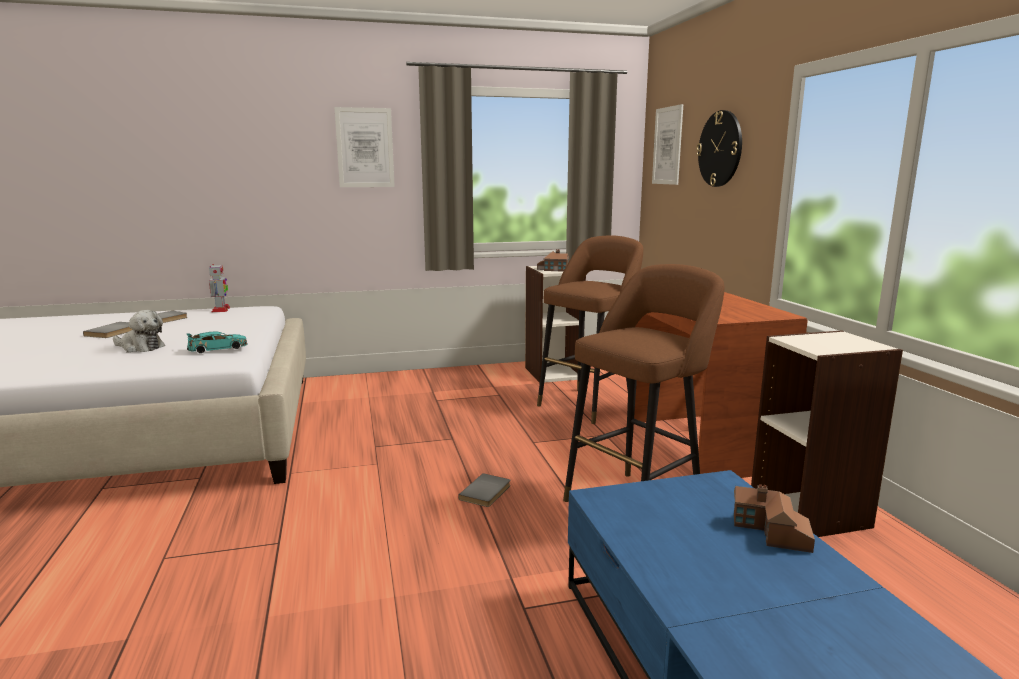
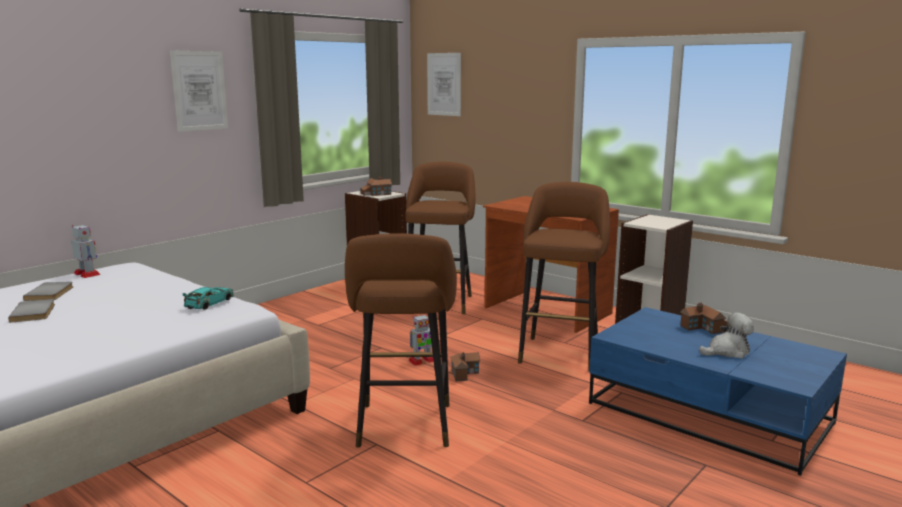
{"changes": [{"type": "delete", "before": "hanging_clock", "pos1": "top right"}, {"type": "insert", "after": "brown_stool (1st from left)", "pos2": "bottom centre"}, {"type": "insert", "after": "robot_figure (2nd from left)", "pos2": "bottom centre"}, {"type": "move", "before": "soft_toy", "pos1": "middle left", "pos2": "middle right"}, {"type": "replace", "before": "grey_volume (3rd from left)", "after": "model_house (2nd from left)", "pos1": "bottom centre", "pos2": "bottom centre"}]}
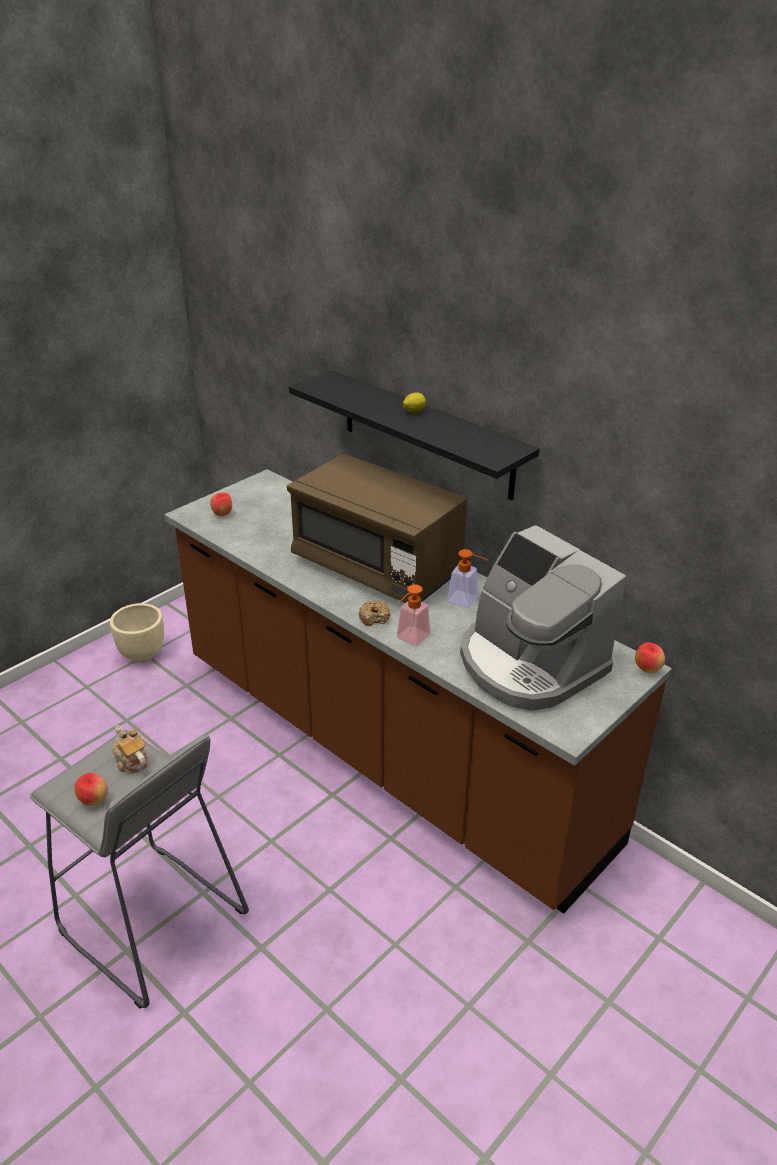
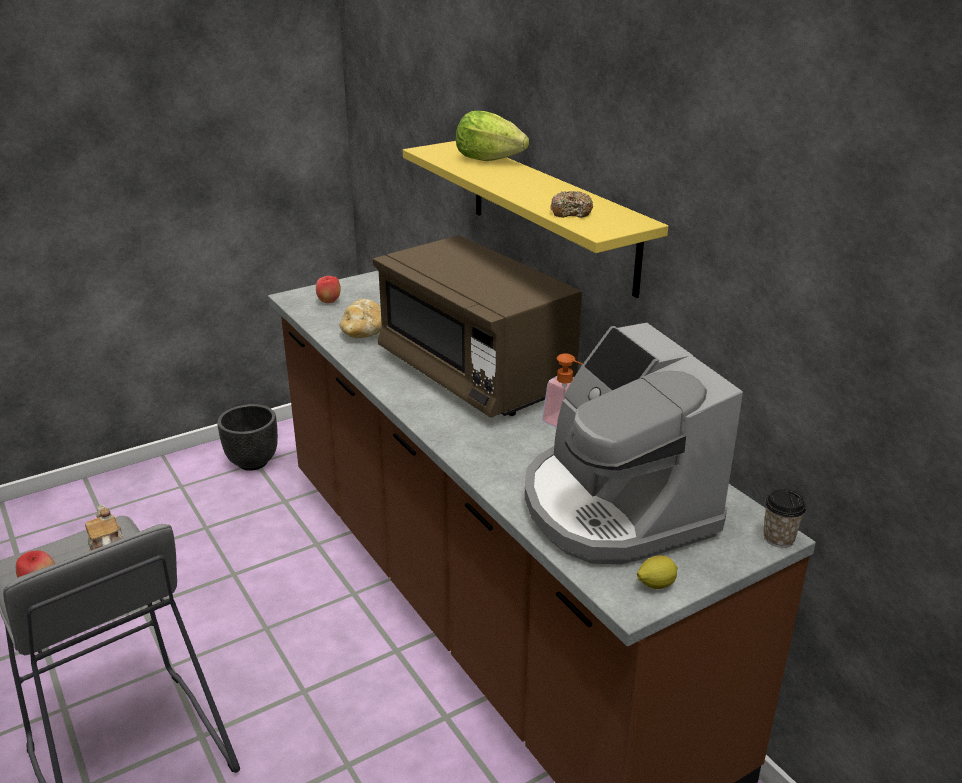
{"changes": [{"type": "delete", "before": "liquid_soap_bottle (1st from left)", "pos1": "centre"}, {"type": "insert", "after": "bread", "pos2": "centre"}, {"type": "insert", "after": "lettuce", "pos2": "top centre"}, {"type": "move", "before": "doughnut", "pos1": "centre", "pos2": "top centre"}, {"type": "move", "before": "lemon", "pos1": "centre", "pos2": "bottom right"}, {"type": "replace", "before": "apple (3rd from left)", "after": "drinking_cup", "pos1": "middle right", "pos2": "middle right"}, {"type": "recolor", "before": "beige-coloured_planter", "after": "blackish_planter", "pos1": "middle left", "pos2": "middle left"}, {"type": "recolor", "before": "blackish_shelf", "after": "yellowish_shelf", "pos1": "centre", "pos2": "top centre"}]}
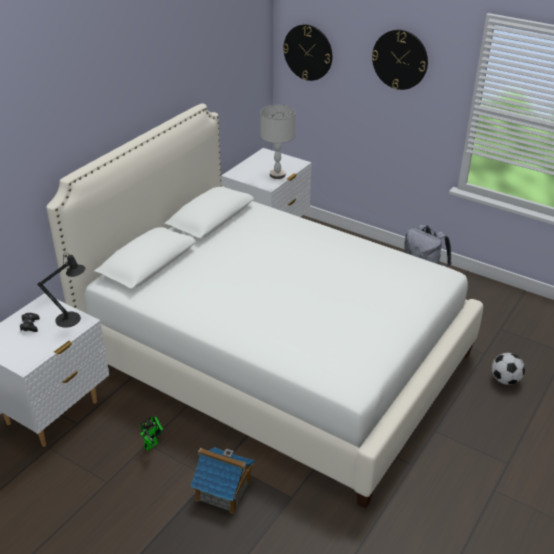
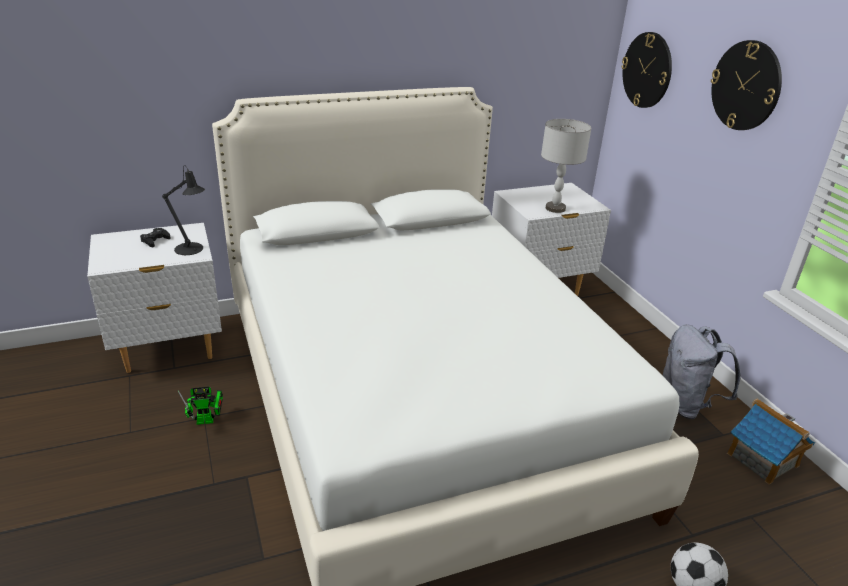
{"changes": [{"type": "move", "before": "model_house", "pos1": "bottom centre", "pos2": "bottom right"}]}
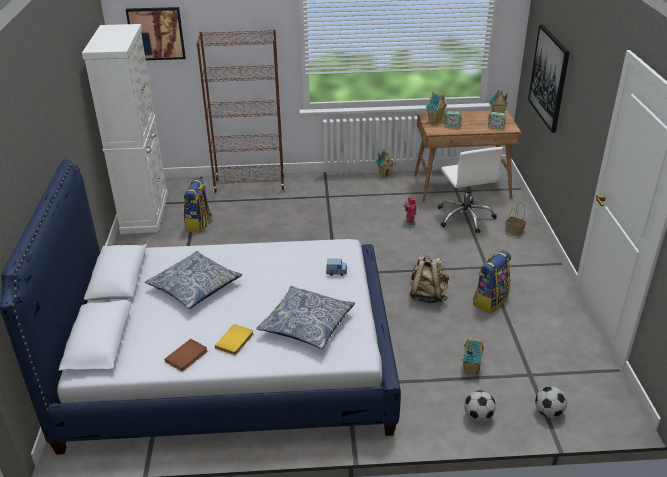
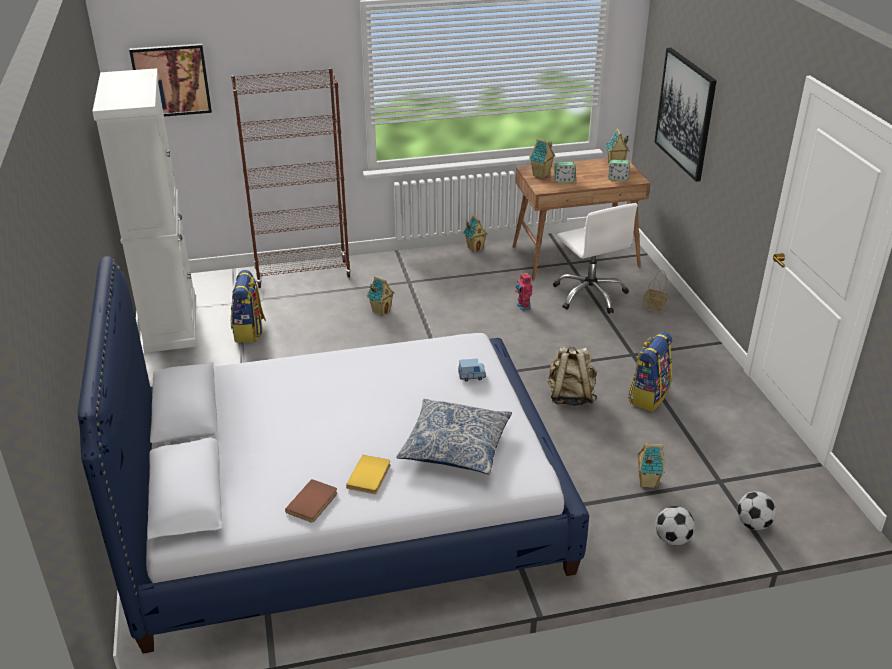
{"changes": [{"type": "delete", "before": "cushion (1st from left)", "pos1": "middle left"}, {"type": "insert", "after": "model_house (1st from left)", "pos2": "centre"}]}
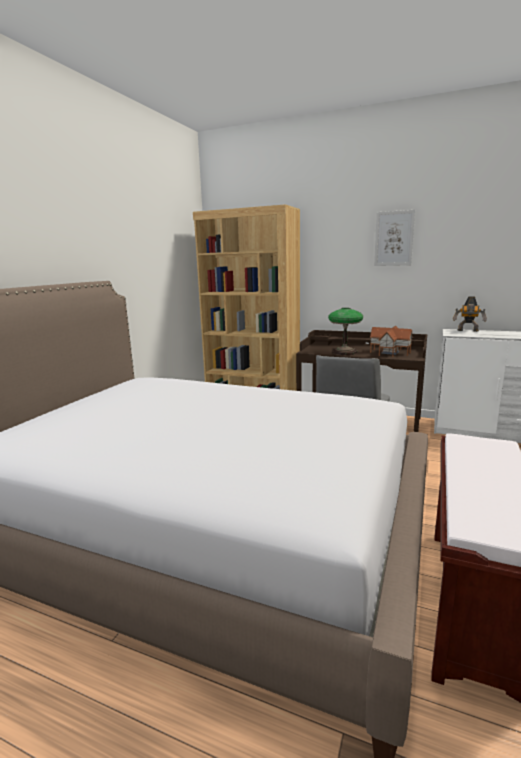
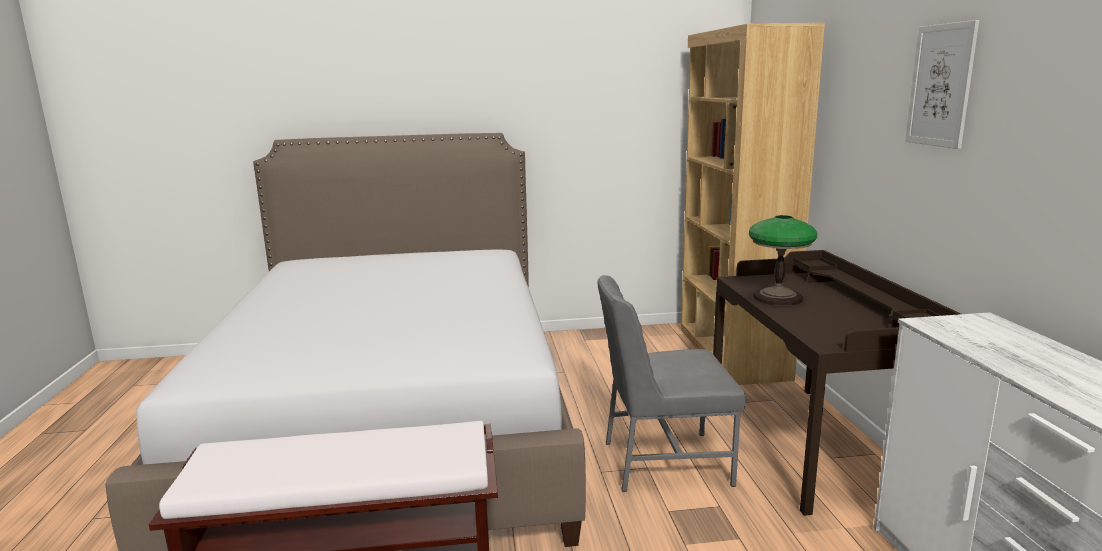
{"changes": [{"type": "delete", "before": "model_house", "pos1": "middle right"}, {"type": "delete", "before": "robot_figure", "pos1": "middle right"}]}
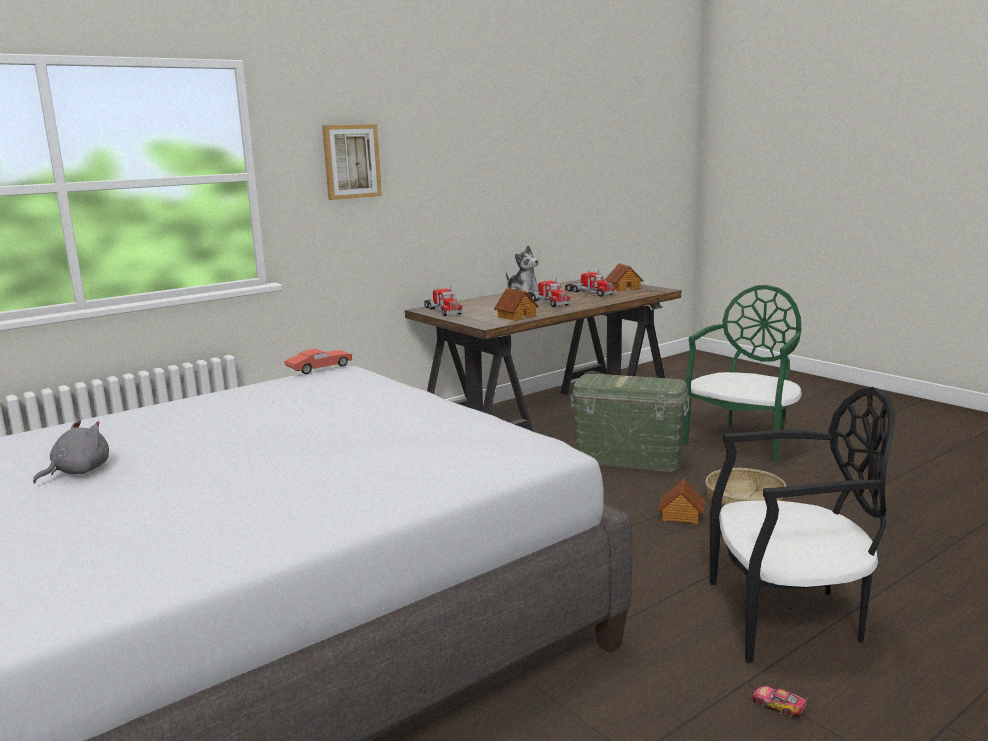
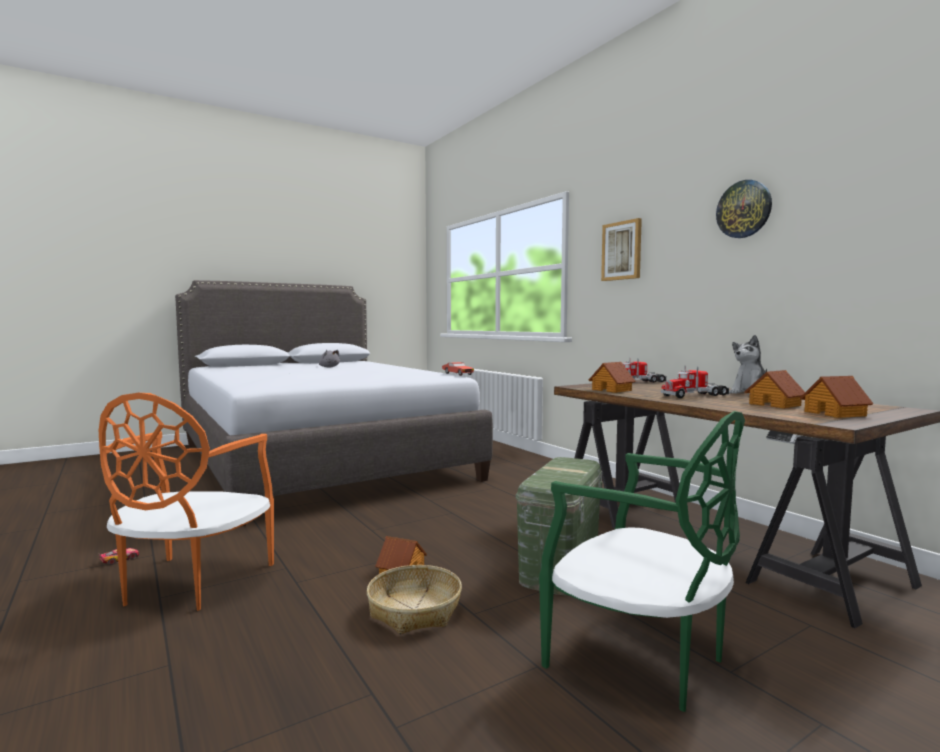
{"changes": [{"type": "insert", "after": "hanging_clock", "pos2": "top right"}, {"type": "replace", "before": "toy_truck (3rd from left)", "after": "model_house (3rd from left)", "pos1": "centre", "pos2": "middle right"}, {"type": "recolor", "before": "blackish_plain_chair", "after": "orange-coloured_plain_chair", "pos1": "bottom right", "pos2": "bottom left"}]}
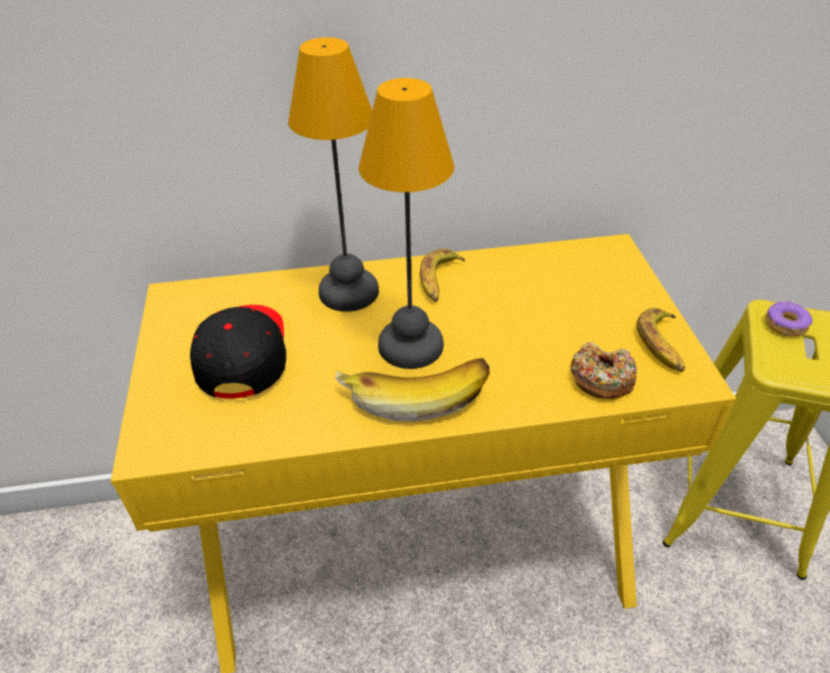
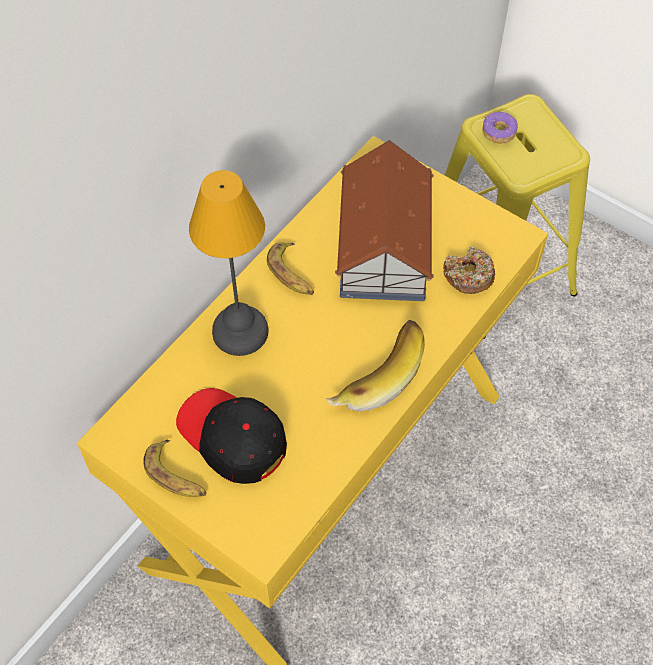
{"changes": [{"type": "delete", "before": "table_lamp (2nd from left)", "pos1": "top centre"}, {"type": "insert", "after": "model_house", "pos2": "top centre"}, {"type": "move", "before": "whole_banana (3rd from left in the first image)", "after": "whole_banana (1st from left)", "pos1": "middle right", "pos2": "bottom left"}]}
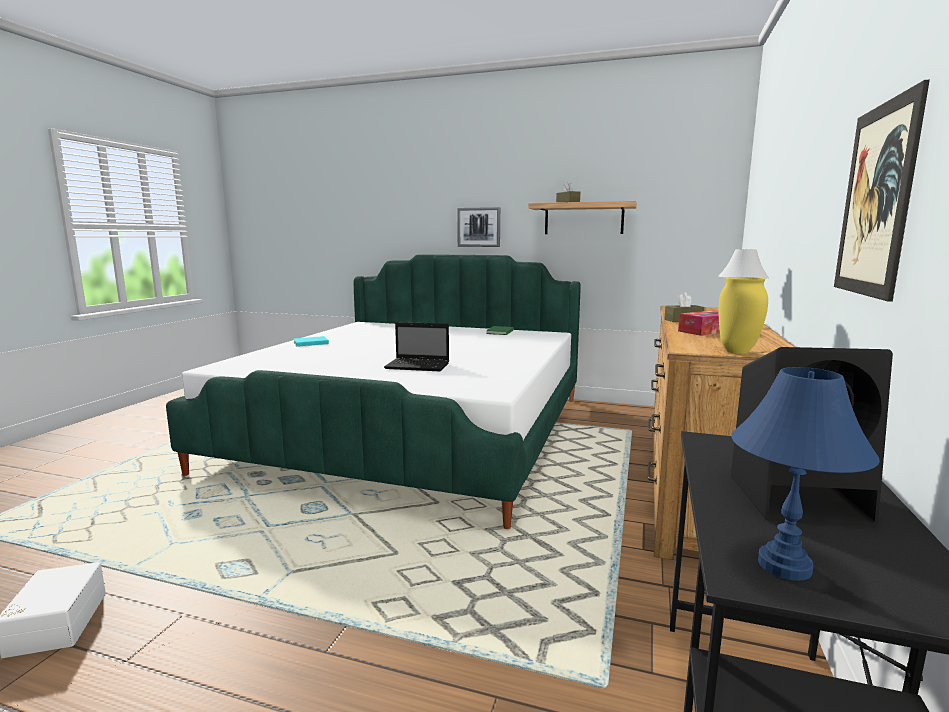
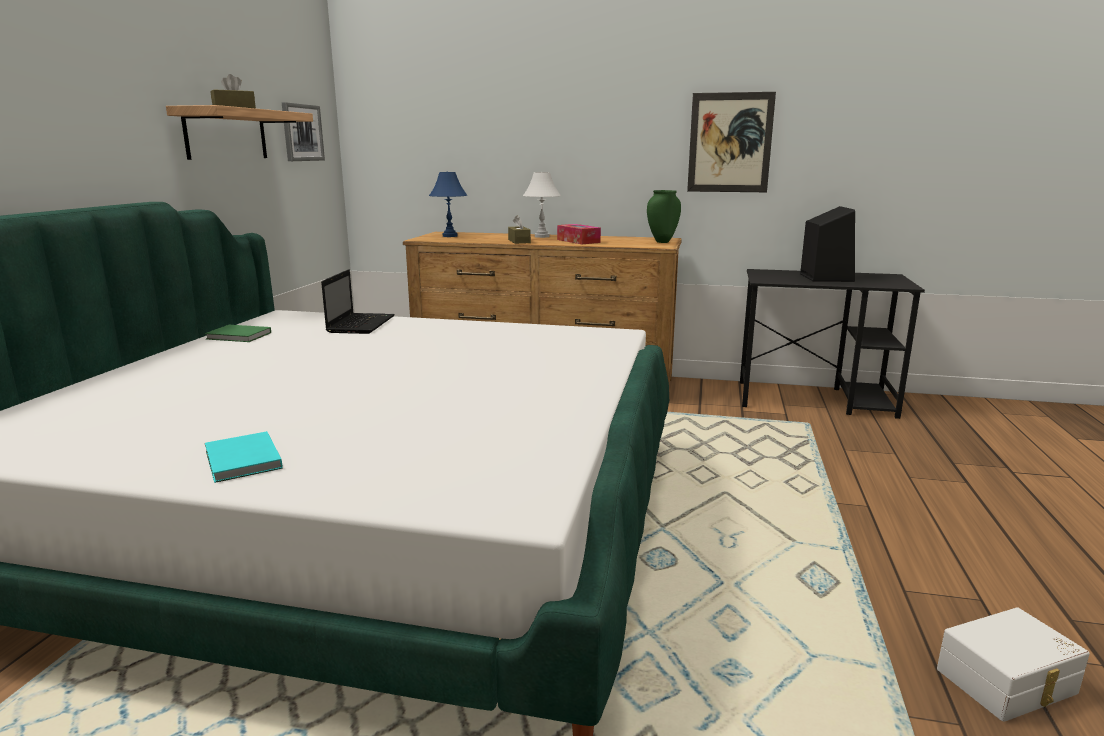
{"changes": [{"type": "move", "before": "portable_computer", "pos1": "centre", "pos2": "middle left"}, {"type": "move", "before": "picture (1st from left)", "pos1": "top centre", "pos2": "top left"}, {"type": "move", "before": "bluish_table_lamp", "pos1": "middle right", "pos2": "top centre"}, {"type": "recolor", "before": "yellowish_vase", "after": "green_vase", "pos1": "middle right", "pos2": "top centre"}]}
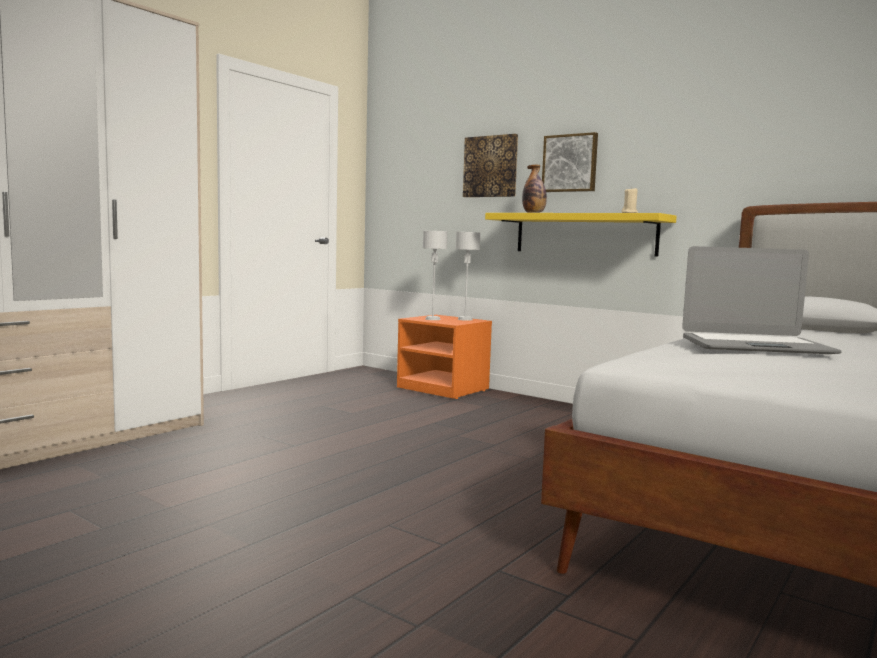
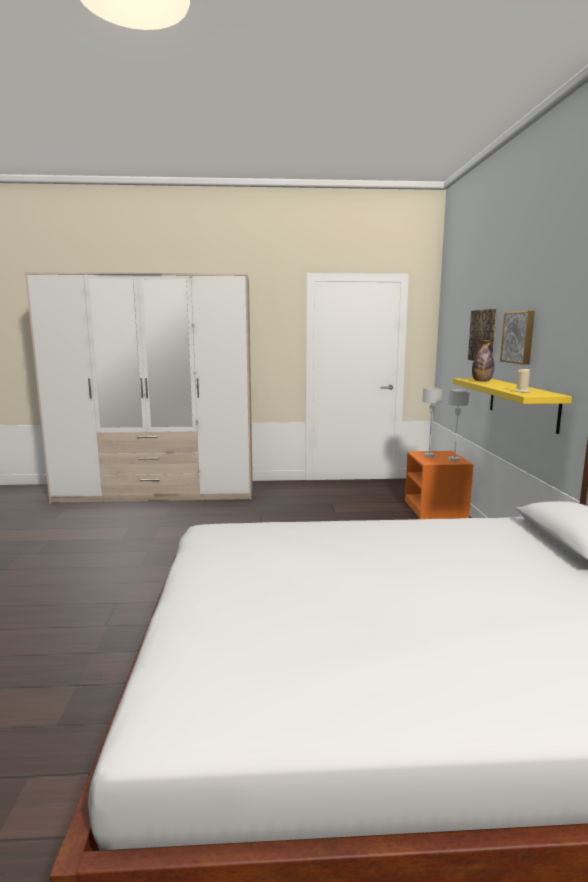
{"changes": [{"type": "delete", "before": "portable_computer", "pos1": "middle right"}]}
